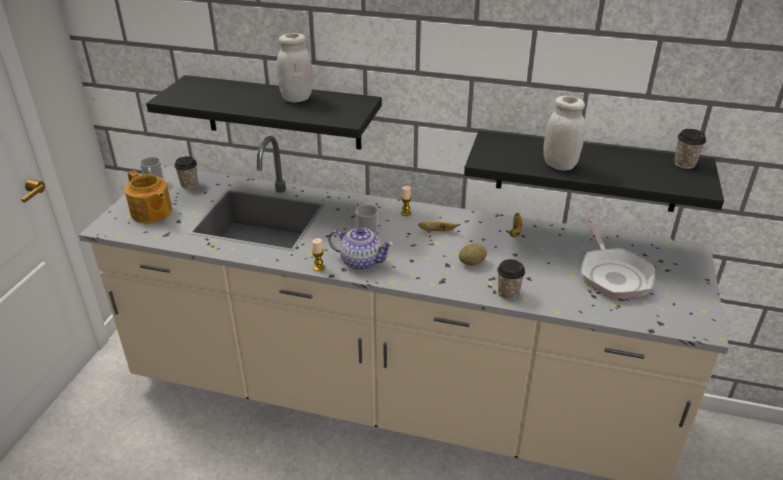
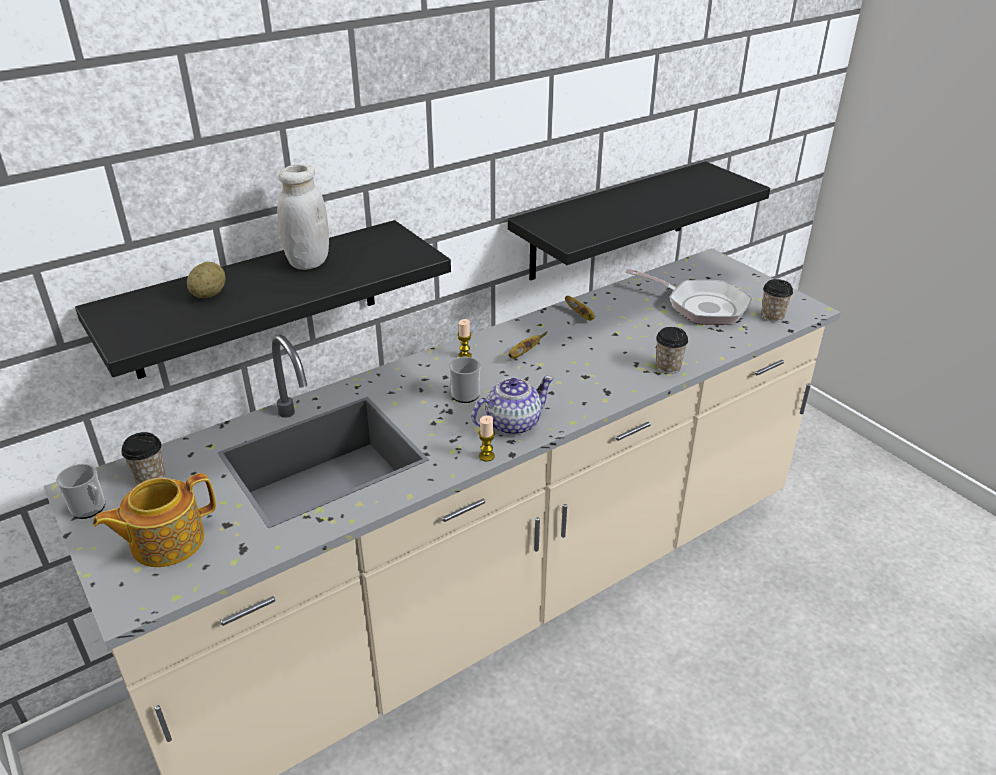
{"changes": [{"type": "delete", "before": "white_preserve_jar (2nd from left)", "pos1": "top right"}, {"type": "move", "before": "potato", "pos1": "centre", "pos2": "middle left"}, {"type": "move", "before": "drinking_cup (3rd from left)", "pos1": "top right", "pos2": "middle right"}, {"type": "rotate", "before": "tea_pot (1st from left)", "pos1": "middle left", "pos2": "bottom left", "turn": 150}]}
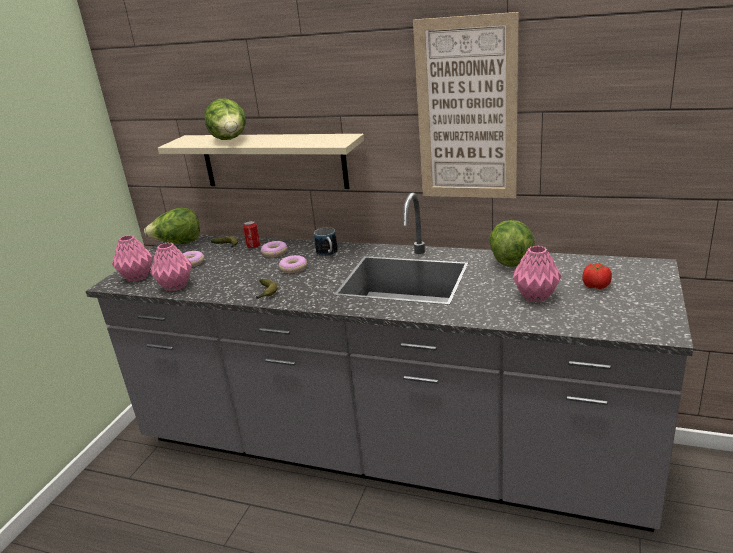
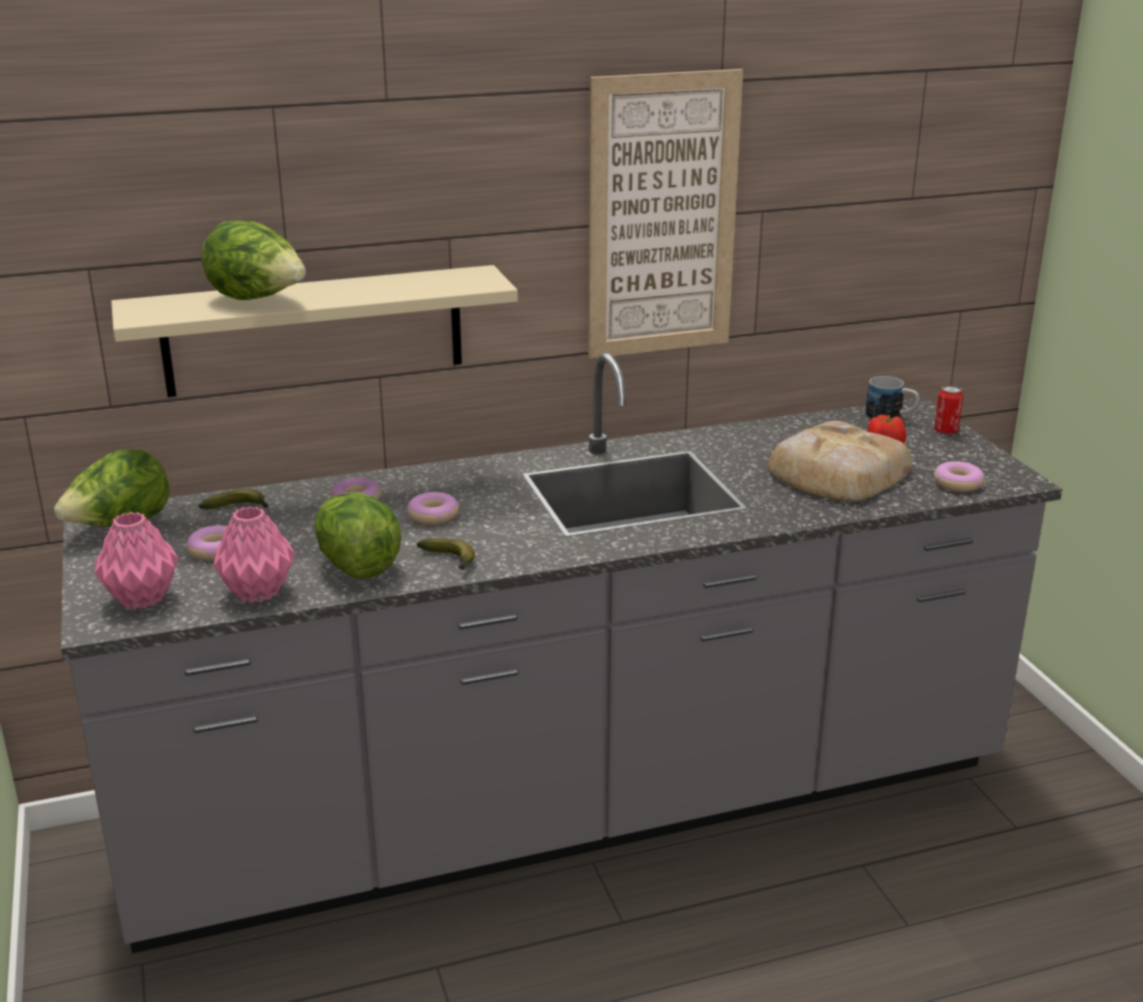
{"changes": [{"type": "insert", "after": "doughnut (4th from left)", "pos2": "middle right"}, {"type": "move", "before": "metal_can", "pos1": "centre", "pos2": "middle right"}, {"type": "move", "before": "mug", "pos1": "centre", "pos2": "middle right"}, {"type": "move", "before": "lettuce (3rd from left)", "pos1": "middle right", "pos2": "middle left"}, {"type": "replace", "before": "pinkish_vase (3rd from left)", "after": "bread", "pos1": "middle right", "pos2": "middle right"}]}
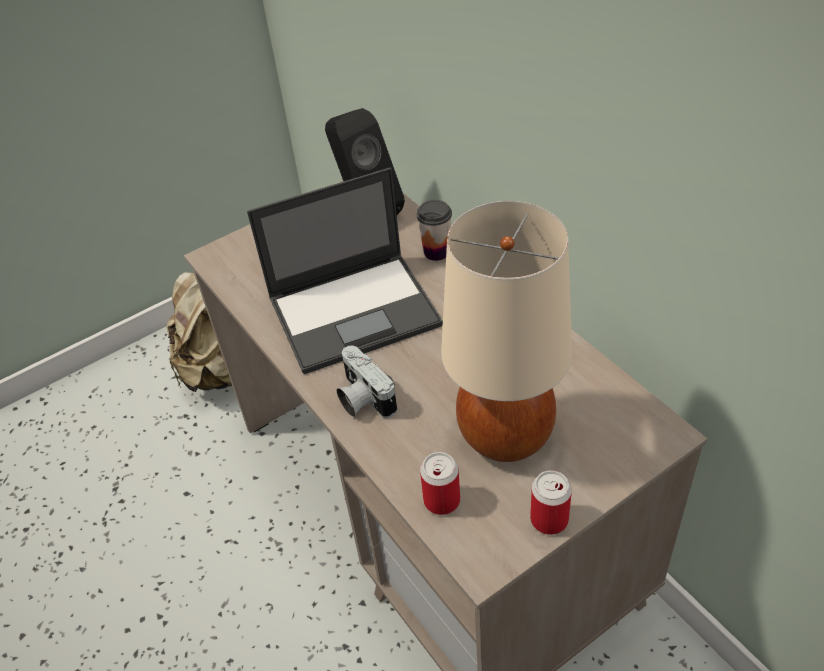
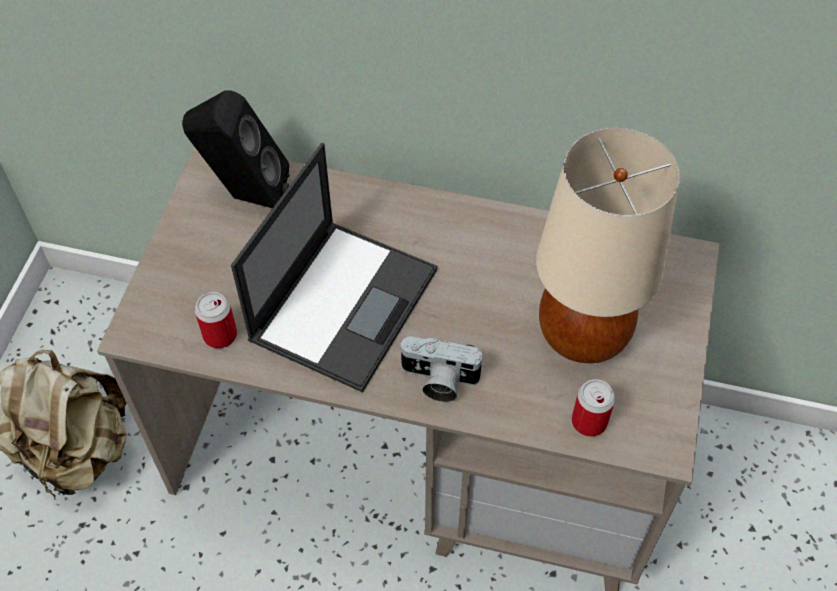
{"changes": [{"type": "delete", "before": "drinking_cup", "pos1": "centre"}, {"type": "move", "before": "metal_can (2nd from left in the first image)", "after": "metal_can (1st from left)", "pos1": "bottom right", "pos2": "middle left"}]}
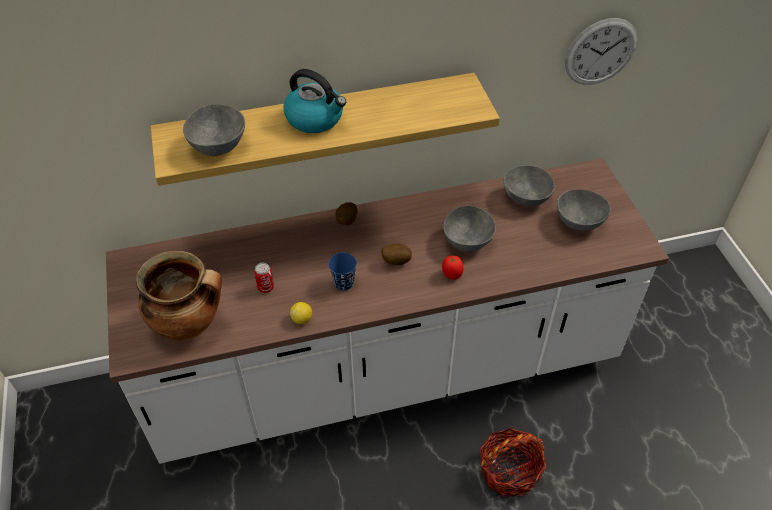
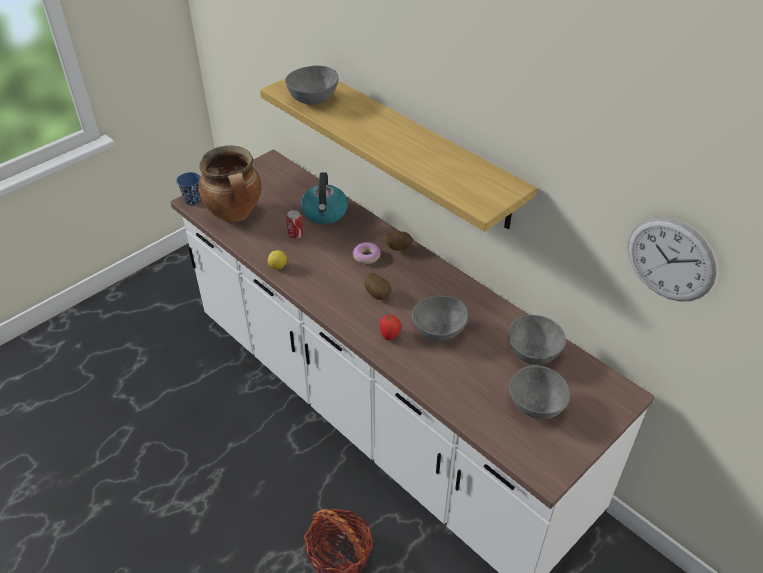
{"changes": [{"type": "insert", "after": "doughnut", "pos2": "centre"}, {"type": "move", "before": "tea_kettle", "pos1": "top centre", "pos2": "centre"}, {"type": "move", "before": "bluish_drinking_cup", "pos1": "centre", "pos2": "top left"}]}
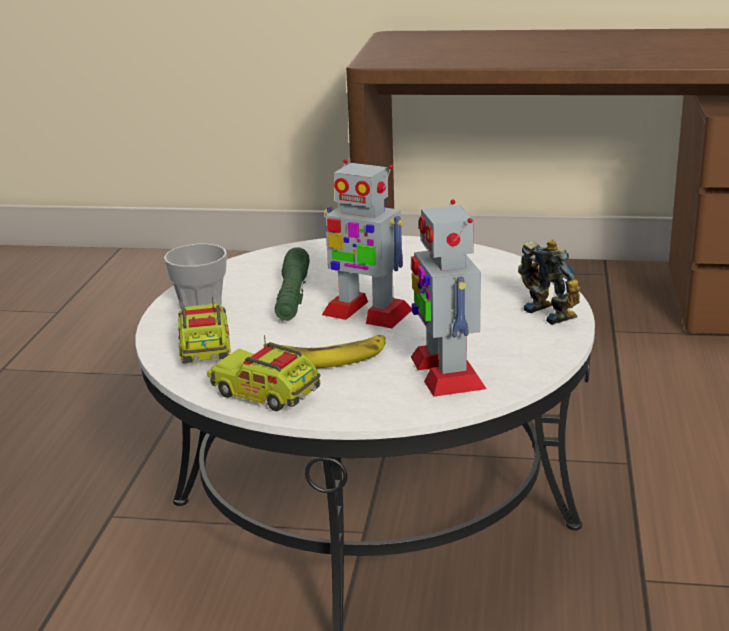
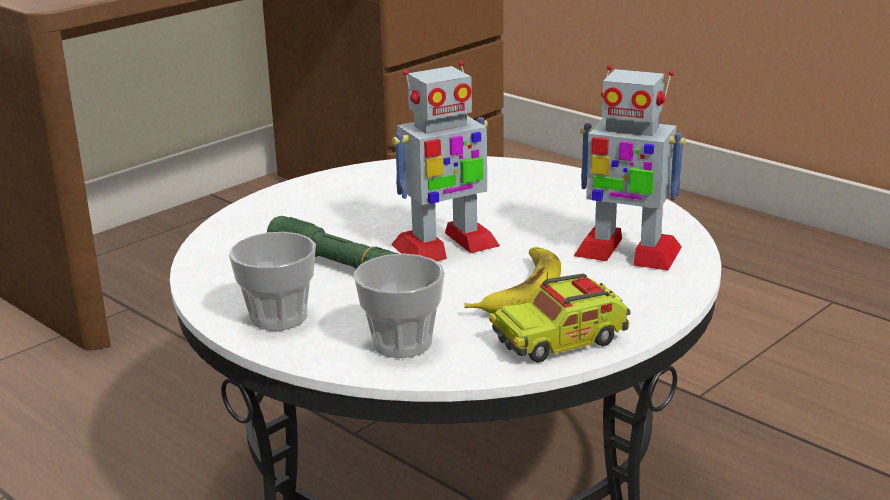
{"changes": [{"type": "delete", "before": "robot_figure (3rd from left)", "pos1": "middle right"}, {"type": "replace", "before": "toy_truck (1st from left)", "after": "drinking_cup (2nd from left)", "pos1": "middle left", "pos2": "centre"}]}
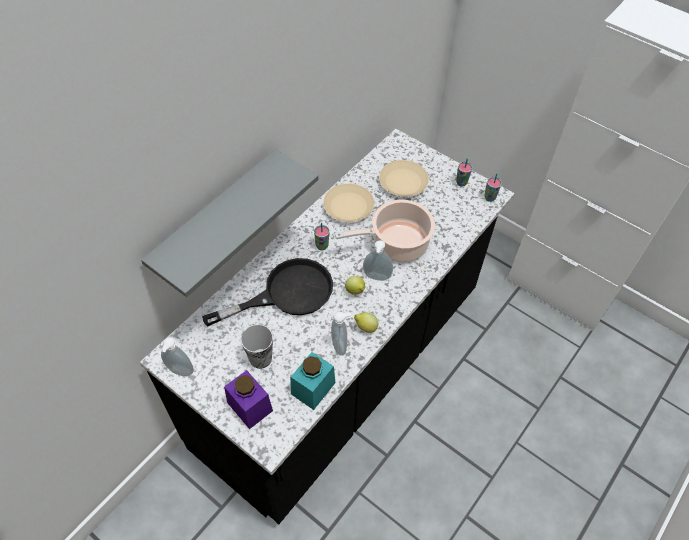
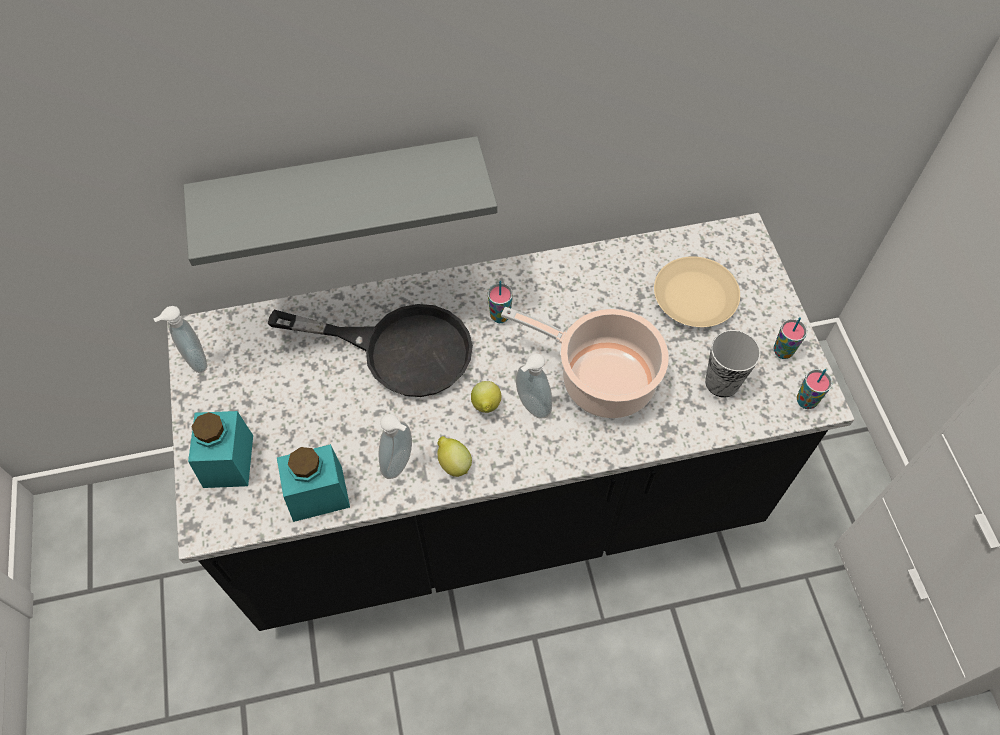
{"changes": [{"type": "delete", "before": "beige-coloured_dinner_plate (1st from left)", "pos1": "centre"}, {"type": "move", "before": "drinking_cup (1st from left in the first image)", "after": "drinking_cup (2nd from left)", "pos1": "centre", "pos2": "middle right"}, {"type": "recolor", "before": "purple_preserve_jar", "after": "turquoise-coloured_preserve_jar (1st from left)", "pos1": "bottom centre", "pos2": "middle left"}]}
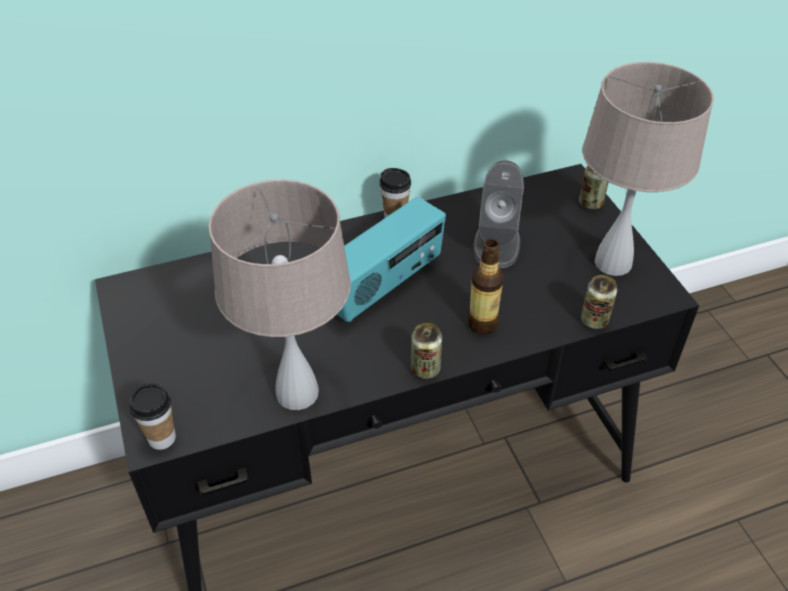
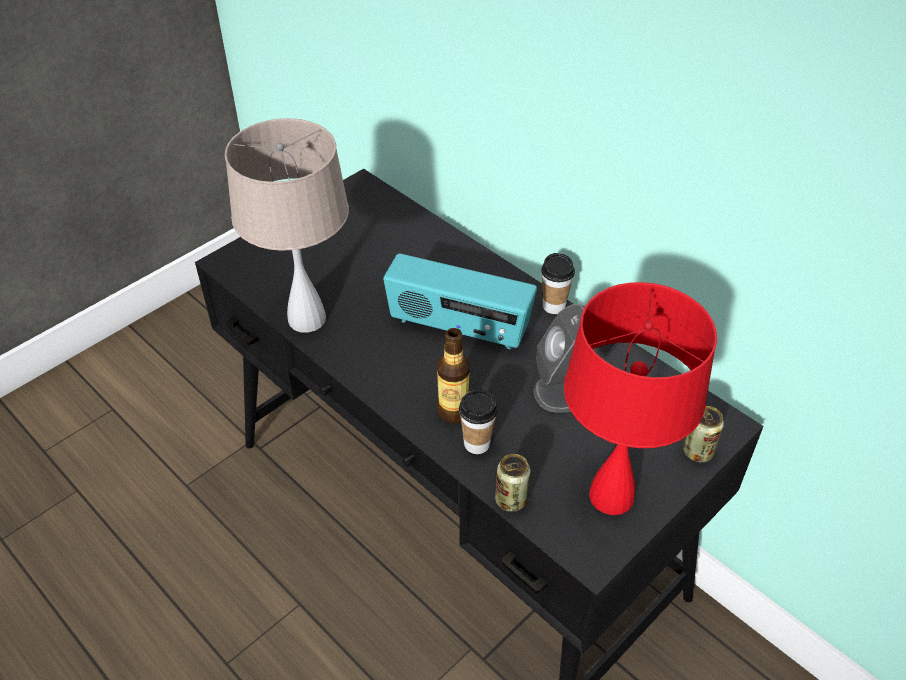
{"changes": [{"type": "delete", "before": "metal_can (1st from left)", "pos1": "centre"}, {"type": "move", "before": "drinking_cup (1st from left)", "pos1": "bottom left", "pos2": "centre"}, {"type": "recolor", "before": "beige-coloured_table_lamp (2nd from left)", "after": "reddish_table_lamp", "pos1": "top right", "pos2": "middle right"}]}
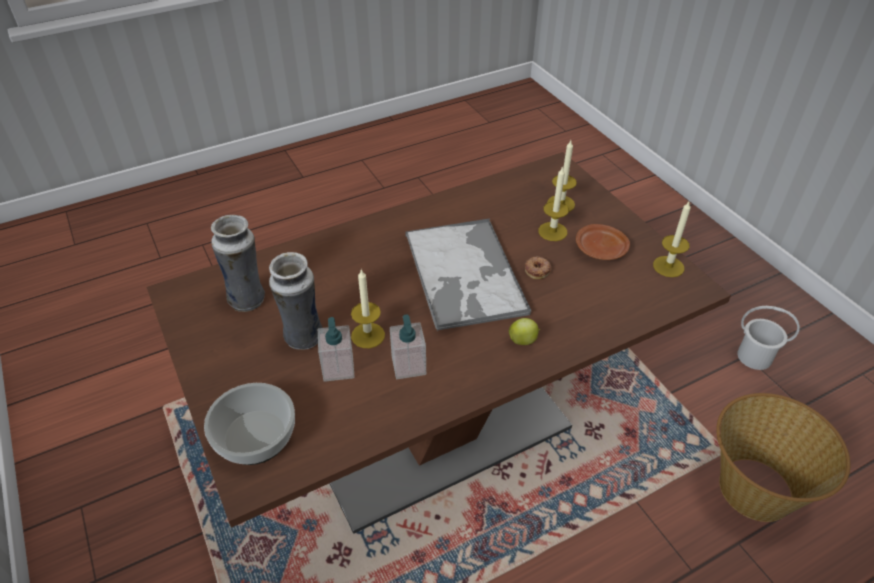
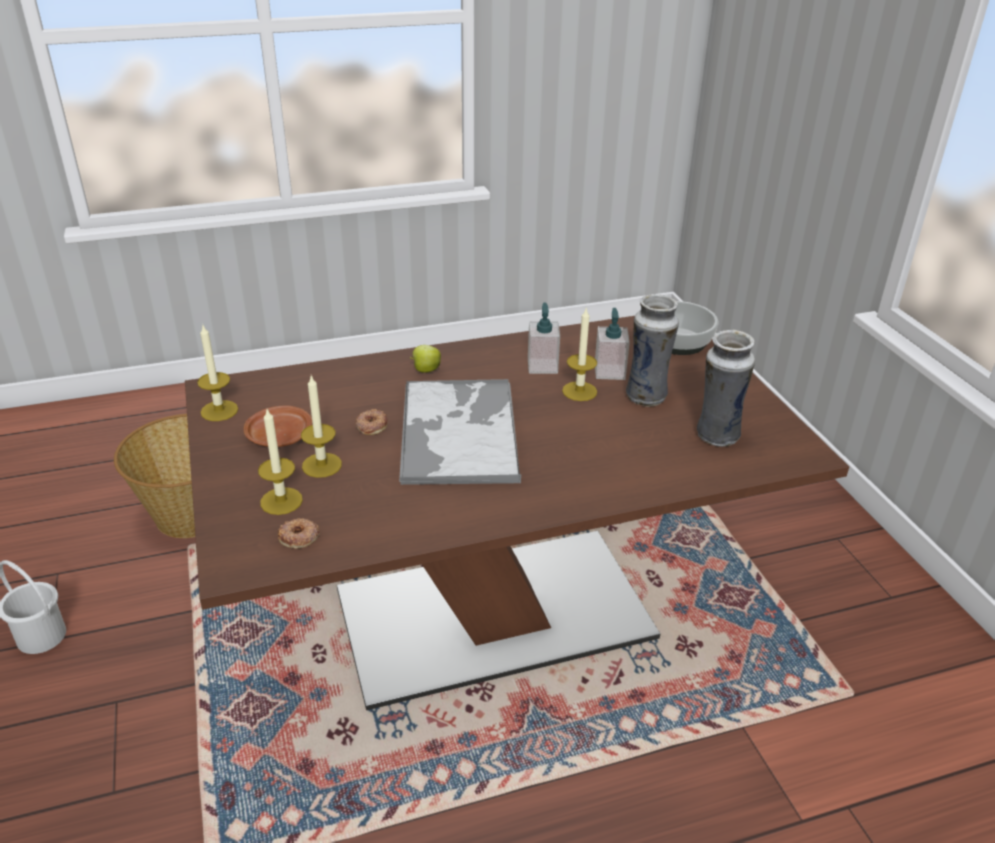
{"changes": [{"type": "insert", "after": "doughnut (1st from left)", "pos2": "middle left"}]}
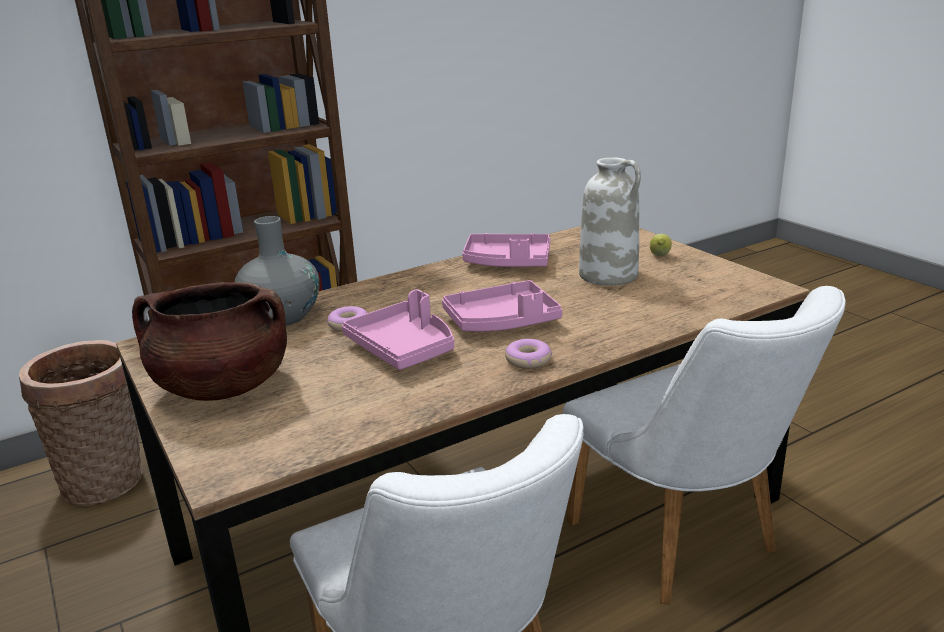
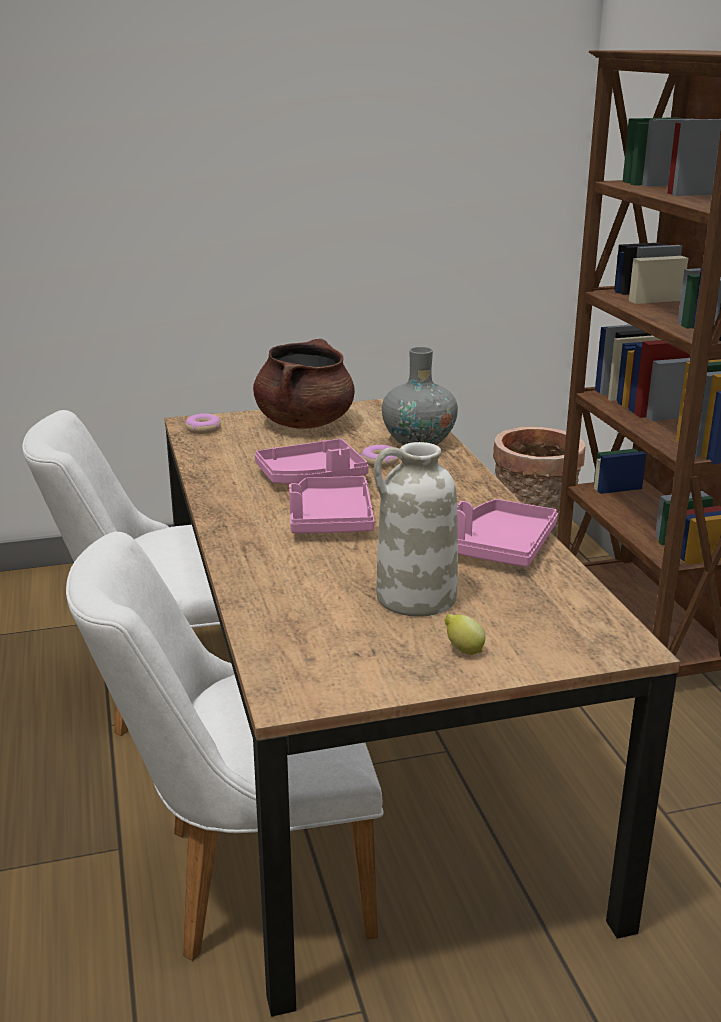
{"changes": [{"type": "move", "before": "doughnut (2nd from left in the first image)", "after": "doughnut (1st from left)", "pos1": "centre", "pos2": "middle left"}]}
